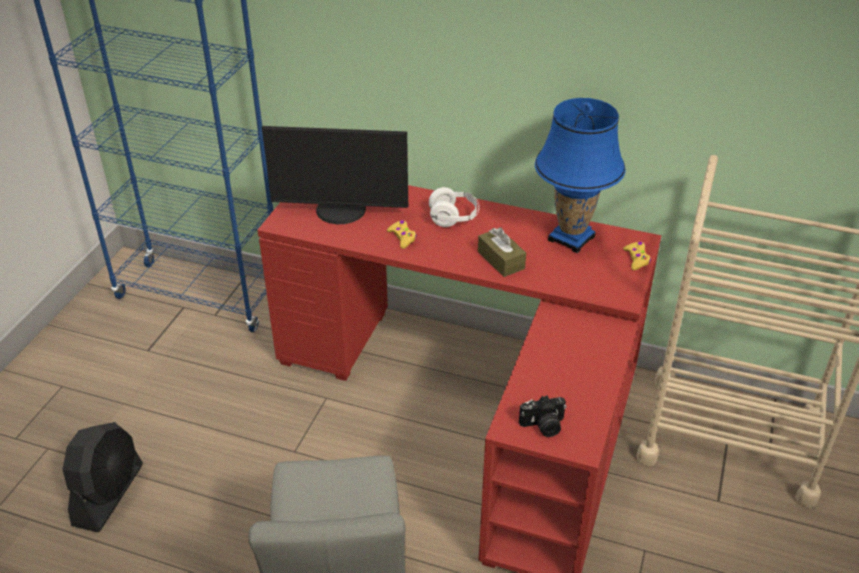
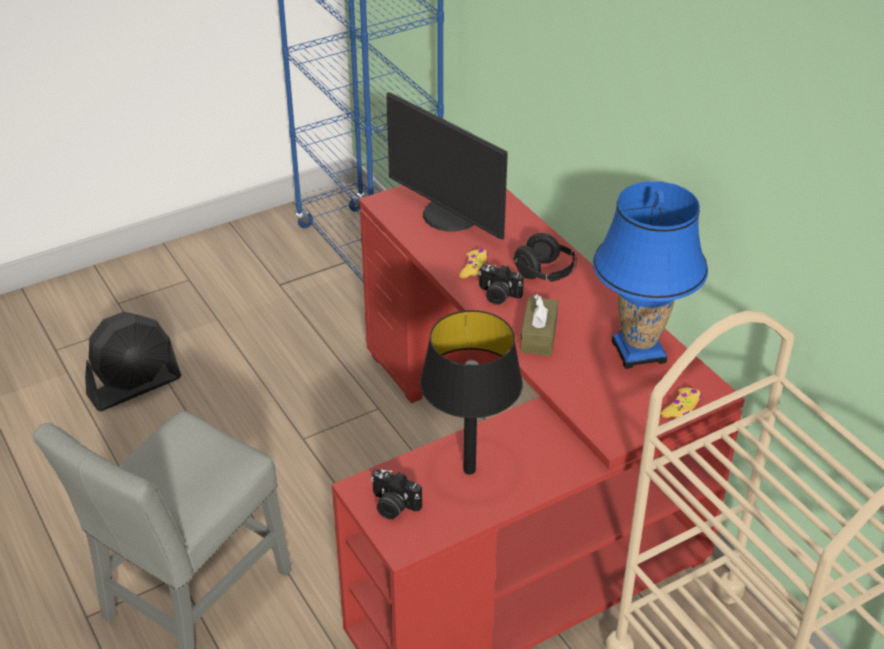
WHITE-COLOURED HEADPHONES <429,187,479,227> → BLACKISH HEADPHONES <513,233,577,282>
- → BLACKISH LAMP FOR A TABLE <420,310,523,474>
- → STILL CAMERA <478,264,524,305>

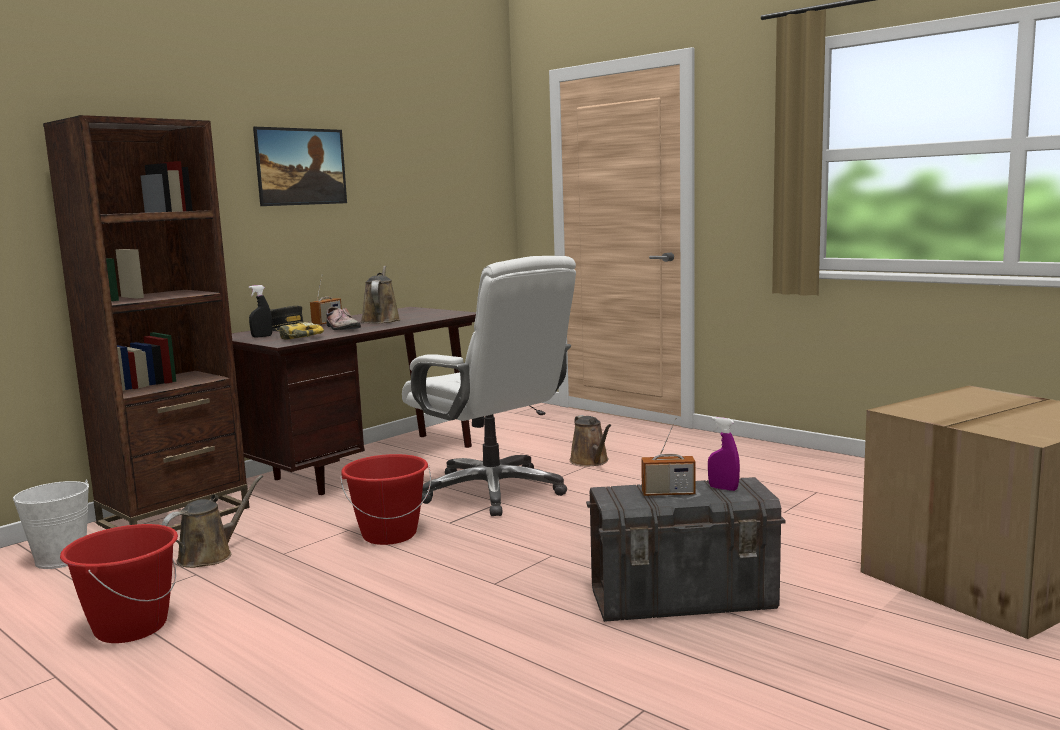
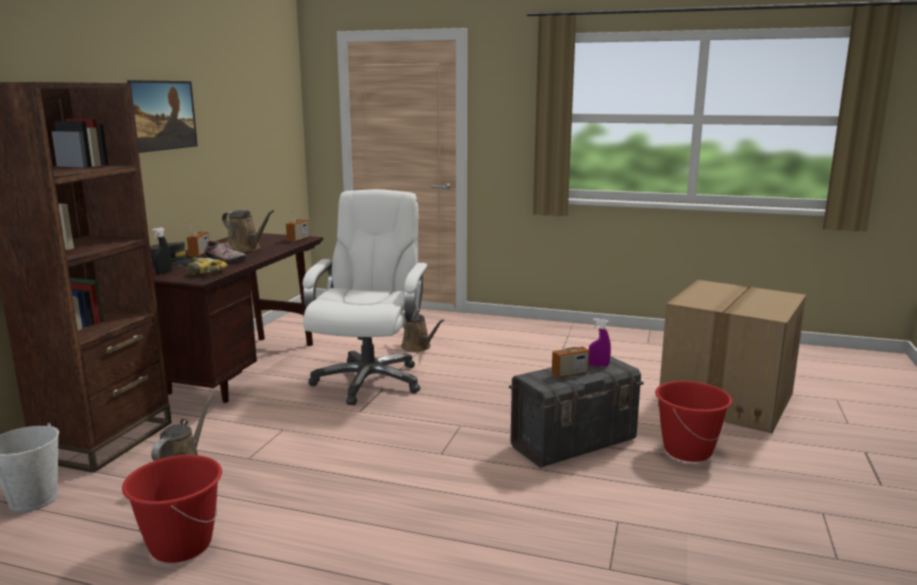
RED BUCKET <340,454,431,545> → RED BUCKET <655,381,732,462>, move
BROWNISH WATERING CAN <360,266,400,324> → BROWNISH WATERING CAN <222,210,274,252>, 150 degrees clockwise
WHITE-COLOURED OFFICE CHAIR <402,256,576,516> → WHITE-COLOURED OFFICE CHAIR <303,189,428,405>, 105 degrees counterclockwise
- → RADIO RECEIVER <286,203,309,242>

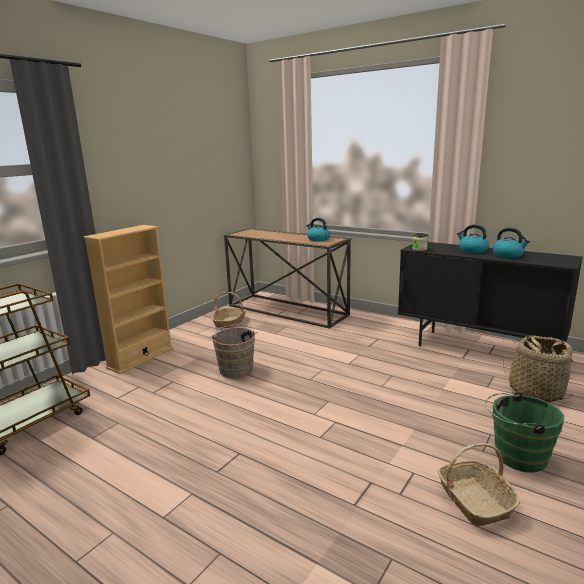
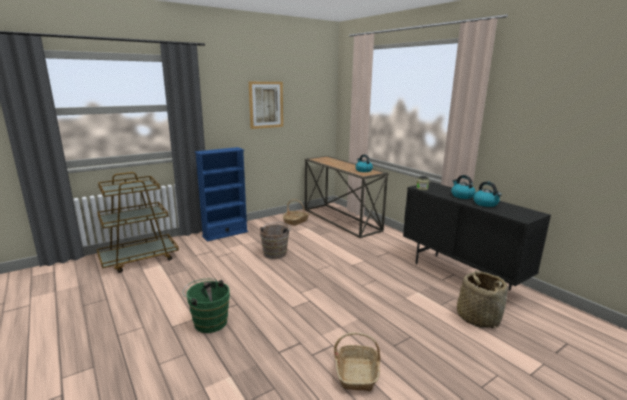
BEIGE-COLOURED BOOKSHELF <83,225,173,374> → BLUE-COLOURED BOOKSHELF <195,147,248,242>
GREENISH BUCKET <485,392,564,473> → GREENISH BUCKET <183,278,230,333>, move
- → WALL ART <249,82,283,129>

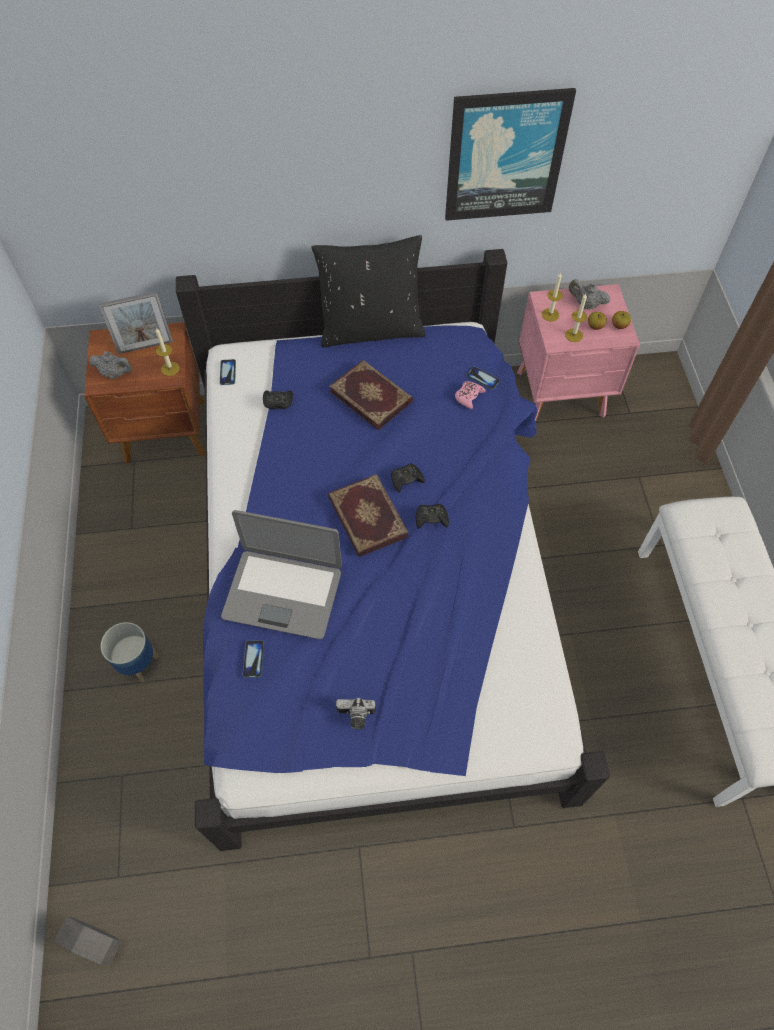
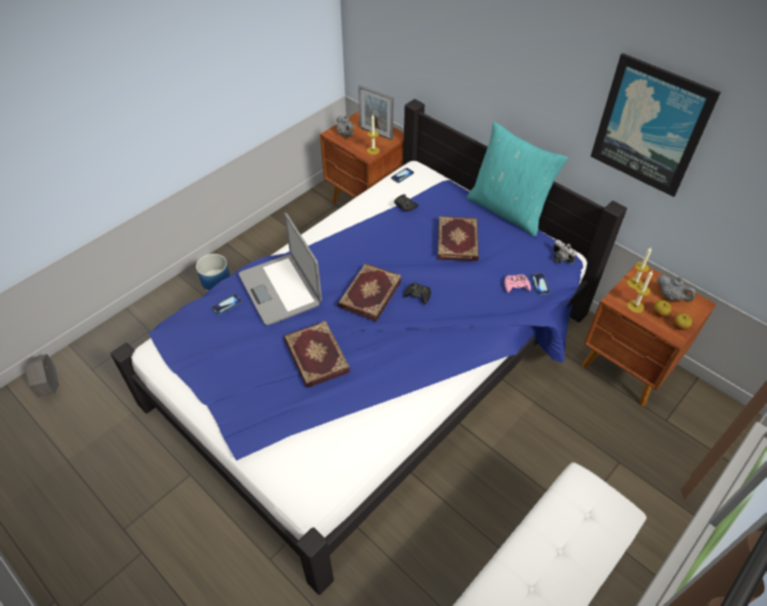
BLACKISH PILLOW <311,235,425,347> → BLUE-GREEN PILLOW <467,122,568,237>
STILL CAMERA <336,698,376,729> → STILL CAMERA <553,240,577,264>, move
BLACKISH GAMEPAD <416,504,449,529> → -
PINK BEDSIDE TABLE <517,284,640,421> → BROWNISH BEDSIDE TABLE <581,261,716,406>
GRAY POT FOR TEA <569,279,610,310> → GRAY POT FOR TEA <657,275,696,302>, 150 degrees clockwise
- → BOOK <284,321,350,388>

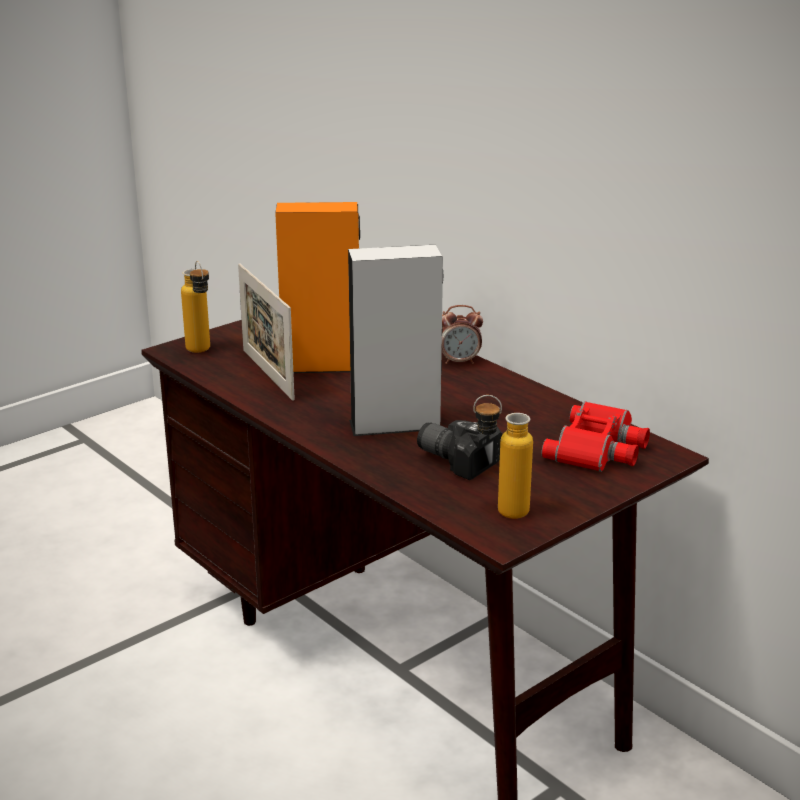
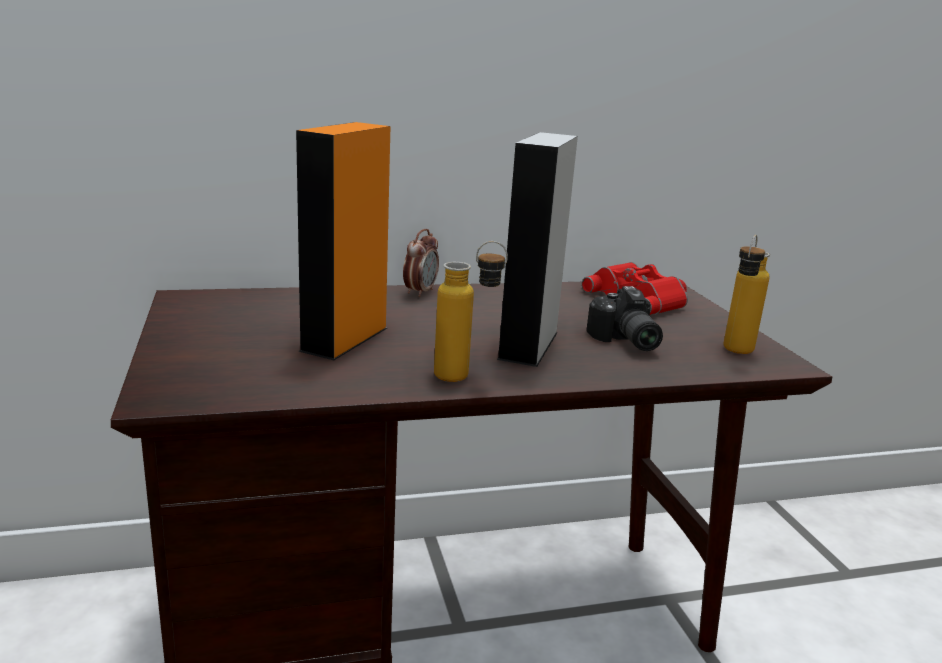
BOTTLE <181,261,210,353> → BOTTLE <434,241,508,382>, move
PHOTO FRAME <238,263,295,401> → -
STILL CAMERA <417,420,502,480> → STILL CAMERA <586,286,663,351>, 75 degrees counterclockwise

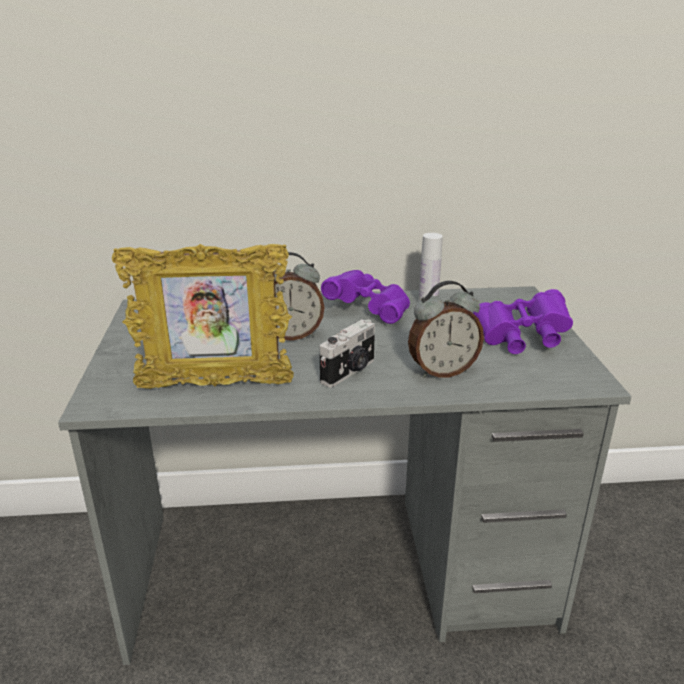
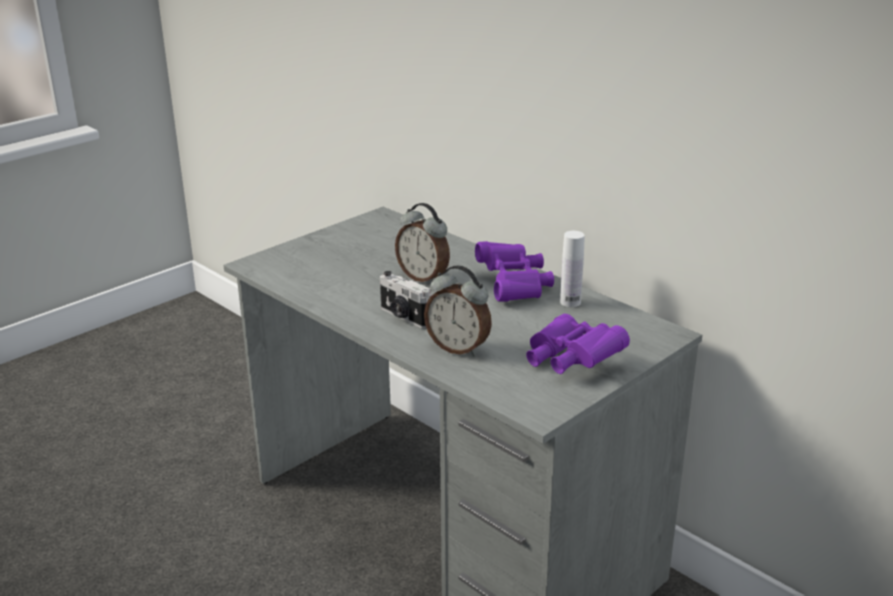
PHOTO FRAME <112,244,294,389> → -
STILL CAMERA <320,319,375,387> → STILL CAMERA <380,271,432,329>, 45 degrees clockwise

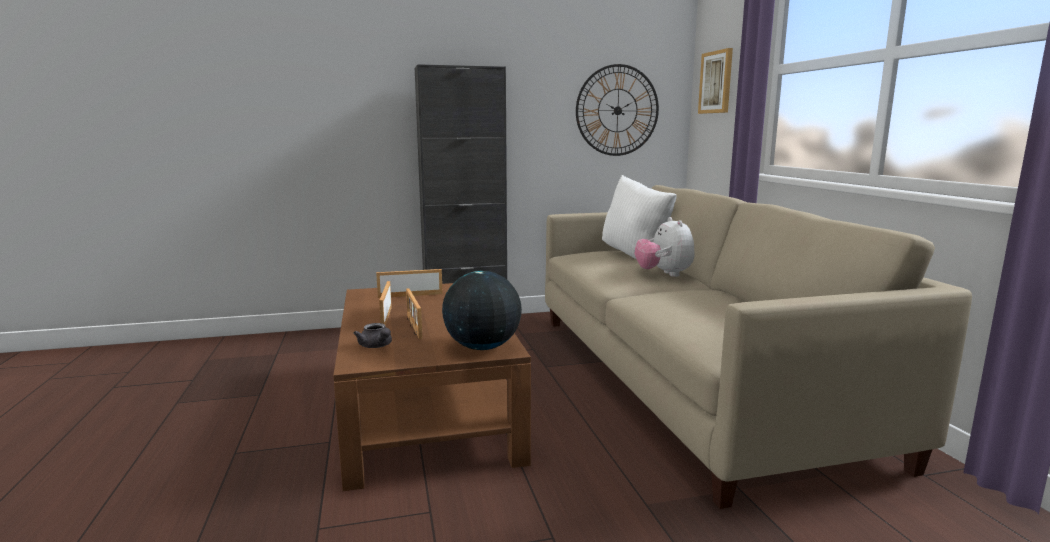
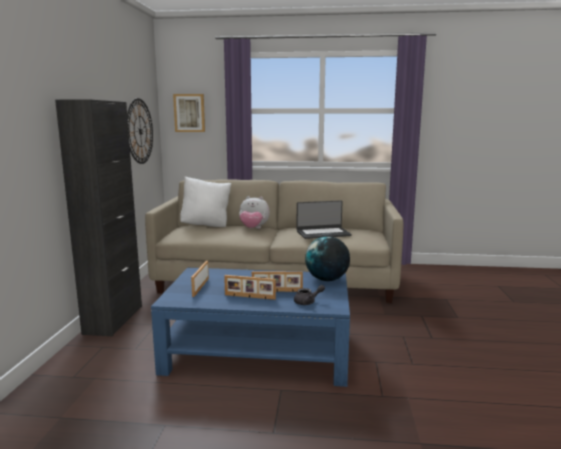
BROWNISH LOUNGE TABLE <333,283,531,491> → BLUE-COLOURED LOUNGE TABLE <151,268,350,387>
- → NOTEBOOK COMPUTER <297,200,352,239>

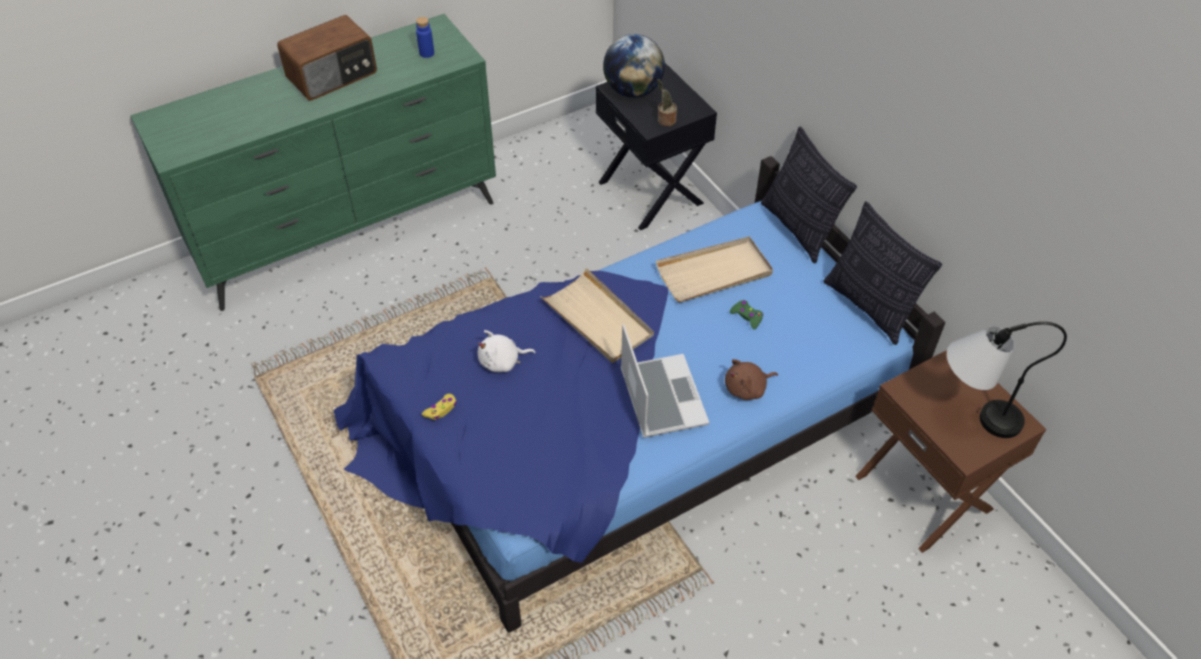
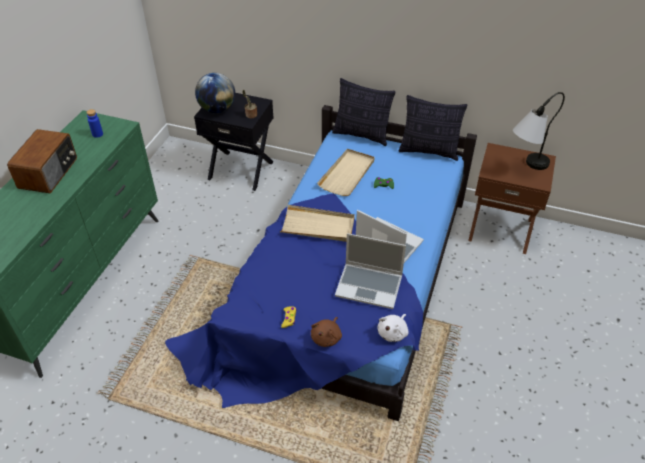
WHITE-COLOURED CUDDLY TOY <478,330,536,372> → WHITE-COLOURED CUDDLY TOY <377,314,409,342>, move
BROWNISH CUDDLY TOY <725,359,778,400> → BROWNISH CUDDLY TOY <311,317,342,347>, move
- → NOTEBOOK COMPUTER <335,233,406,309>

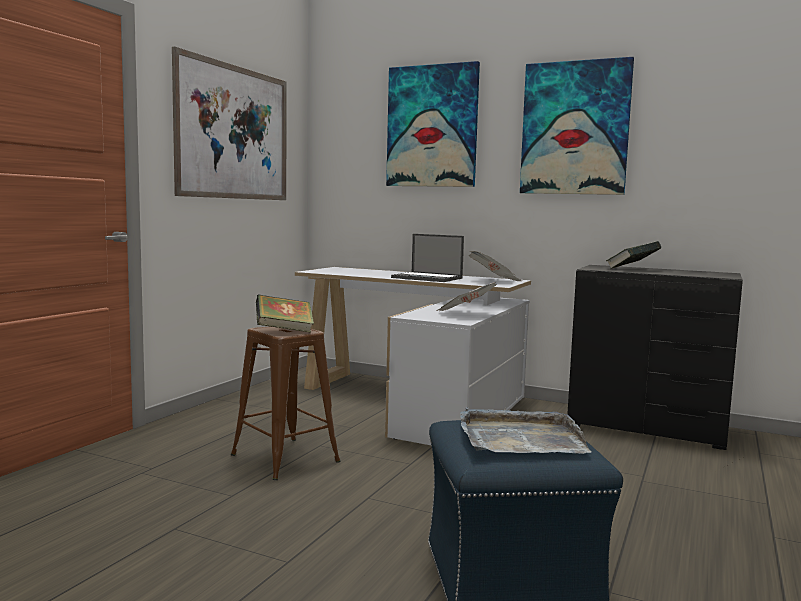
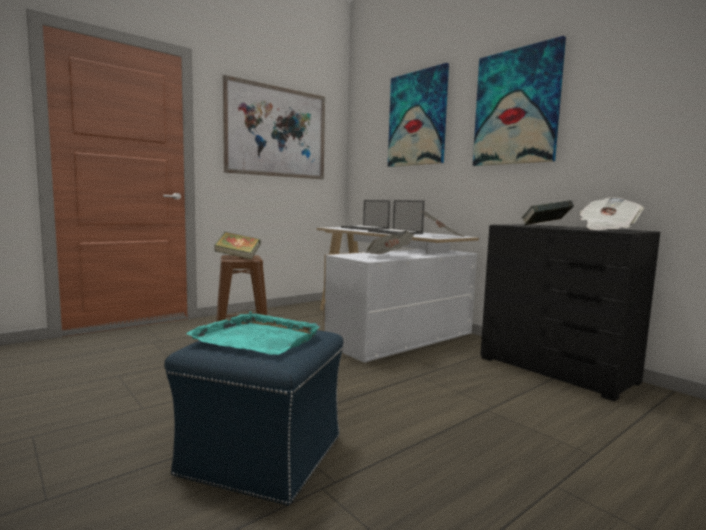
GRAY SERVING TRAY <460,407,591,454> → BLUE-GREEN SERVING TRAY <186,311,321,355>
- → NOTEBOOK COMPUTER <341,200,390,230>
- → NEWSPAPER <580,197,644,230>

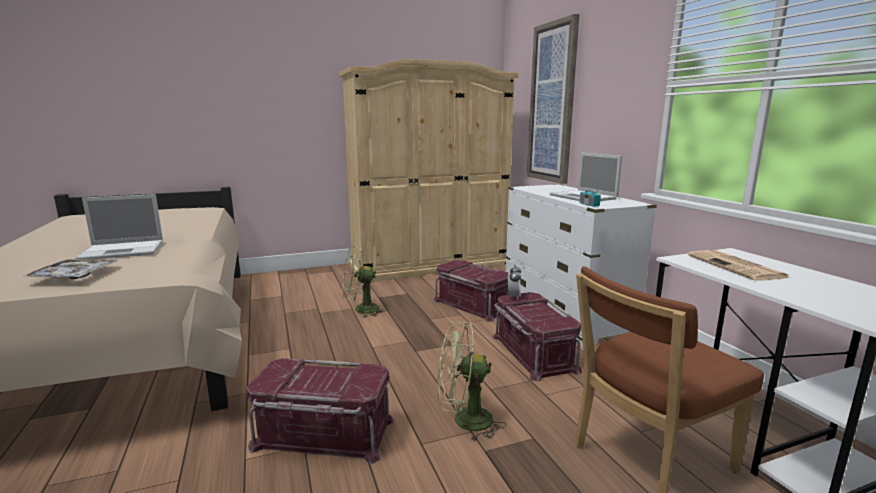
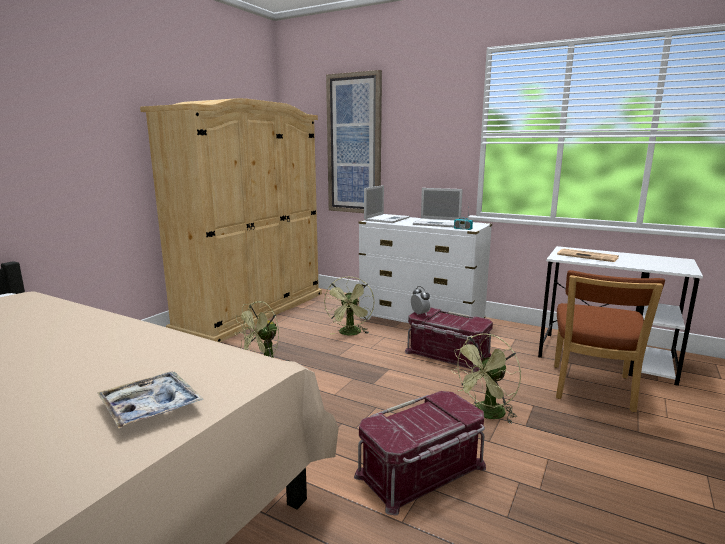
NOTEBOOK COMPUTER <75,194,163,259> → NOTEBOOK COMPUTER <364,185,410,223>, move
RED STORAGE CONTAINER <433,260,509,322> → GREENISH COOLING FAN <324,276,374,336>

